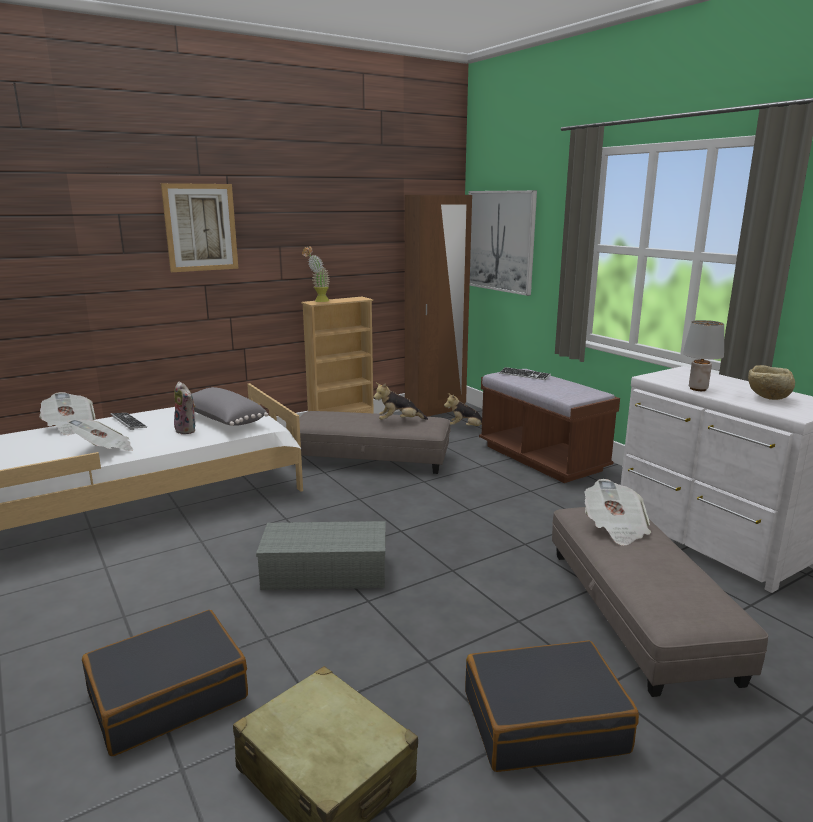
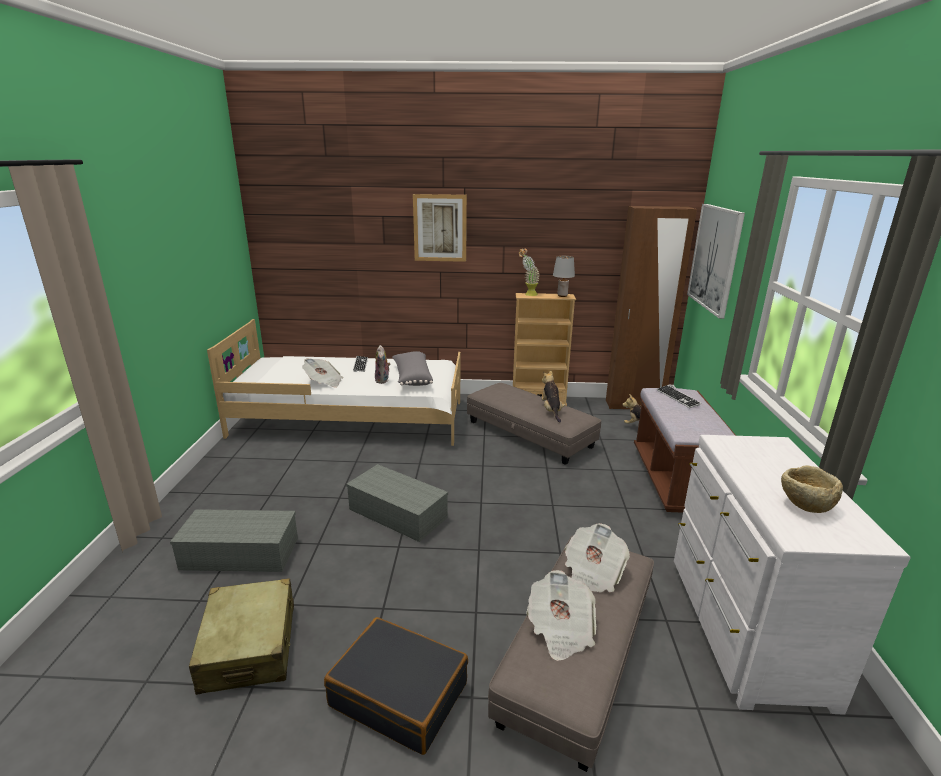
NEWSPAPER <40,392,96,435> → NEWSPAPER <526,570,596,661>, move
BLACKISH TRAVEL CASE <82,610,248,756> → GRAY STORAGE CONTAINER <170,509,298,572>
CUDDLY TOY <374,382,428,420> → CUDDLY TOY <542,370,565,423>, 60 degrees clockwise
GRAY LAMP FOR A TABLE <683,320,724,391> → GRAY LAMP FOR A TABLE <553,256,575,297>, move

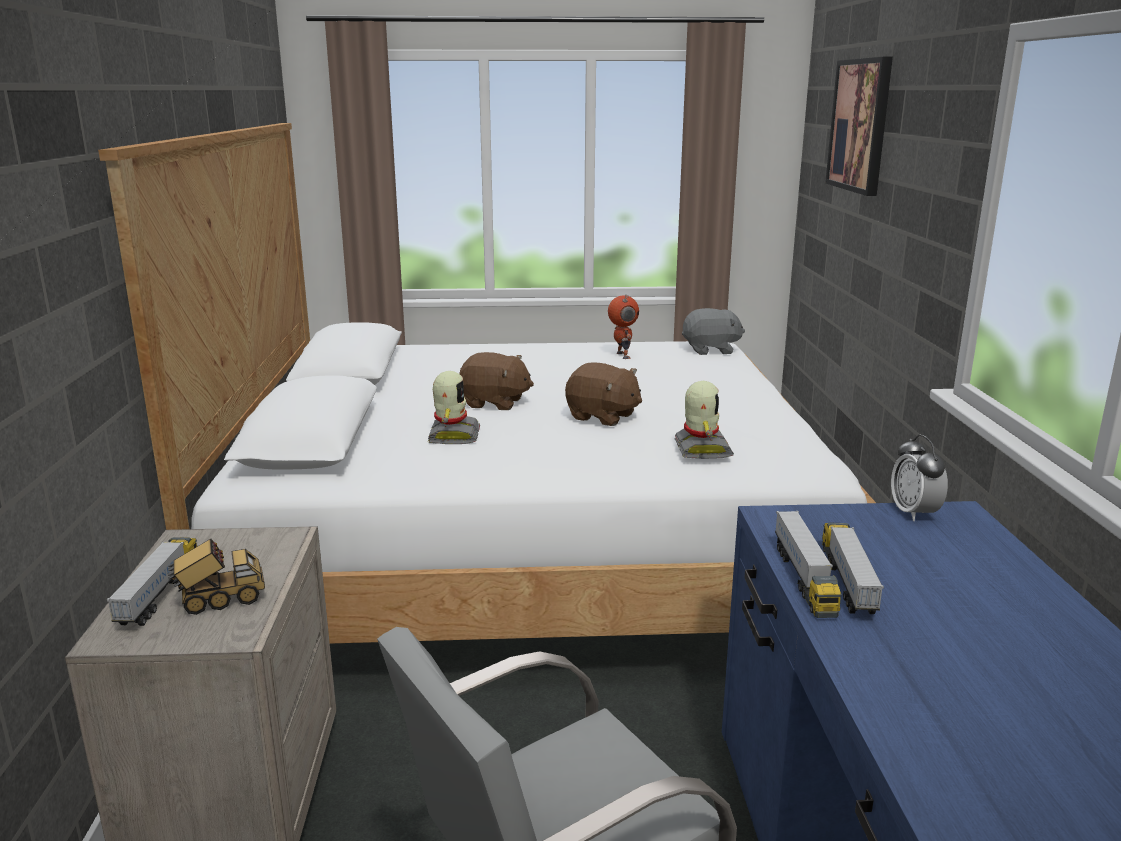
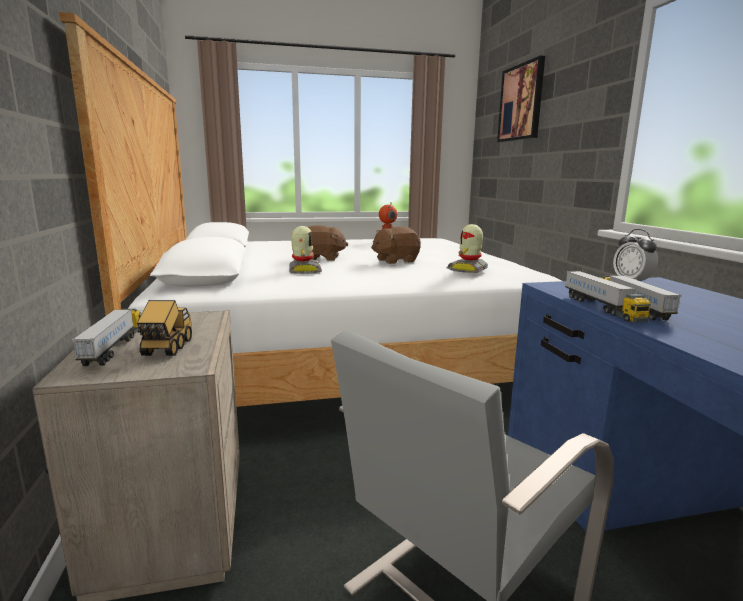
TOY LORRY <168,539,265,615> → TOY LORRY <137,300,192,356>, 60 degrees counterclockwise
BROWNISH CUDDLY TOY <565,363,642,426> → BROWNISH CUDDLY TOY <371,227,421,264>, 135 degrees clockwise
ROBOT FIGURE <675,381,734,459> → ROBOT FIGURE <447,224,488,273>, 135 degrees counterclockwise
GRAY CUDDLY TOY <682,308,745,355> → -

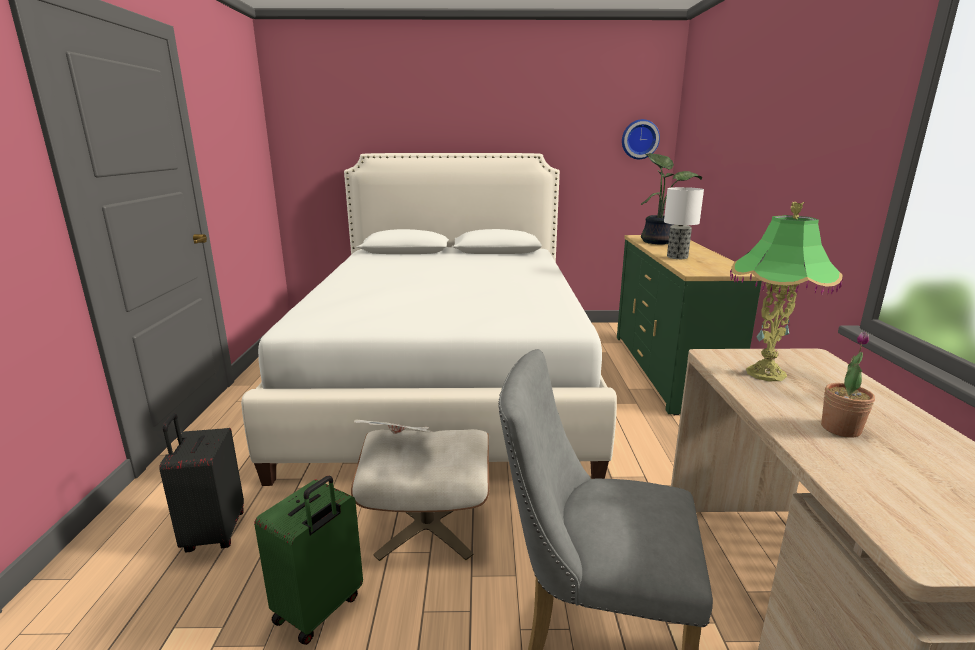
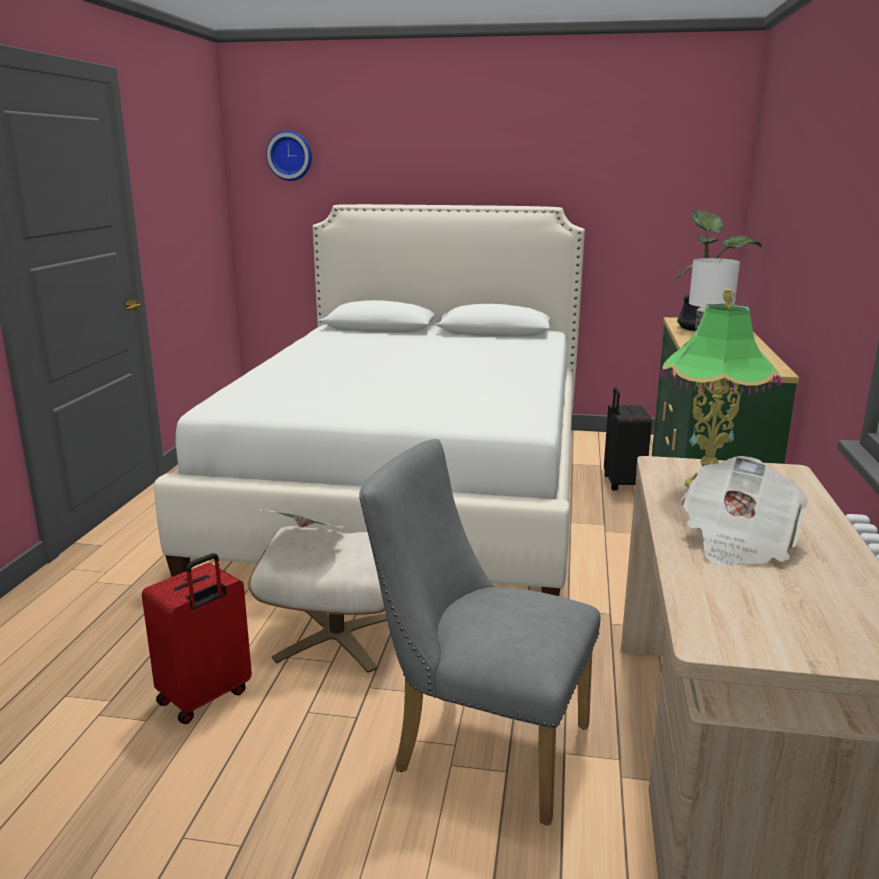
BLACKISH TRAVEL CASE <159,413,244,552> → BLACKISH TRAVEL CASE <604,387,652,491>, move
GREENISH TRAVEL CASE <254,476,363,645> → RED TRAVEL CASE <142,553,252,724>
WALL CLOCK <622,119,660,159> → WALL CLOCK <266,130,312,181>, move
HOUSEPLANT <821,331,875,438> → NEWSPAPER <682,456,808,566>

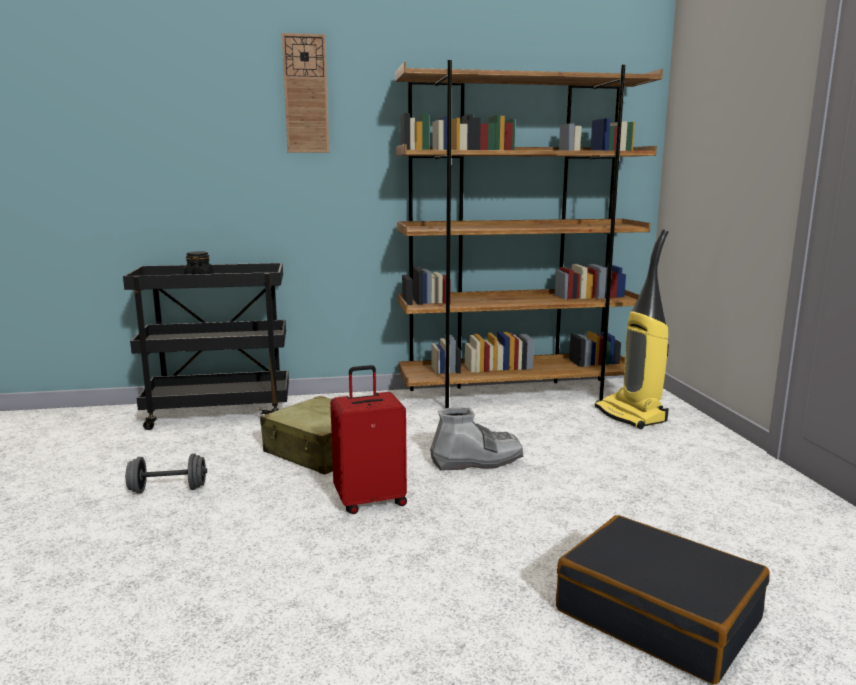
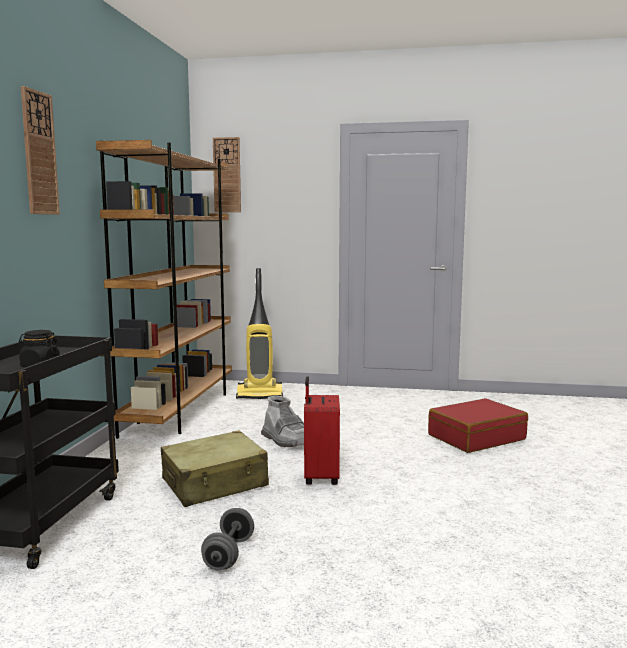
GRAY TALL BOOT <430,407,524,471> → GRAY TALL BOOT <261,395,304,447>, 135 degrees clockwise
BLACKISH TRAVEL CASE <556,515,770,684> → RED TRAVEL CASE <428,398,528,453>
- → WALL CLOCK <213,137,241,212>

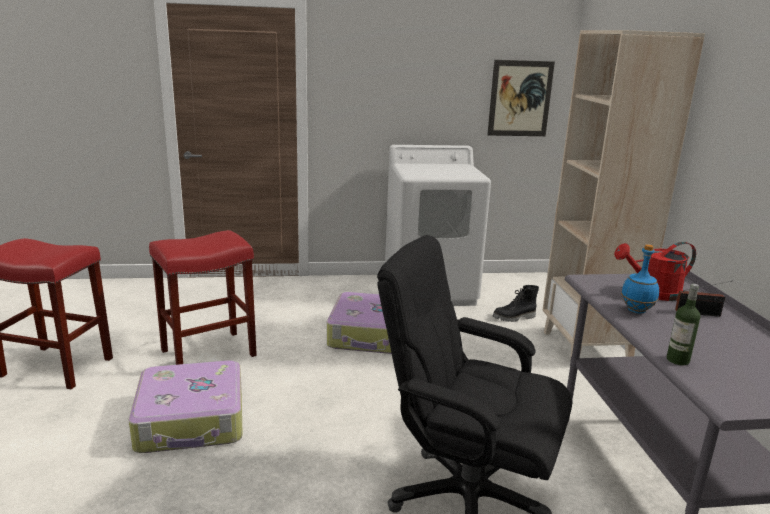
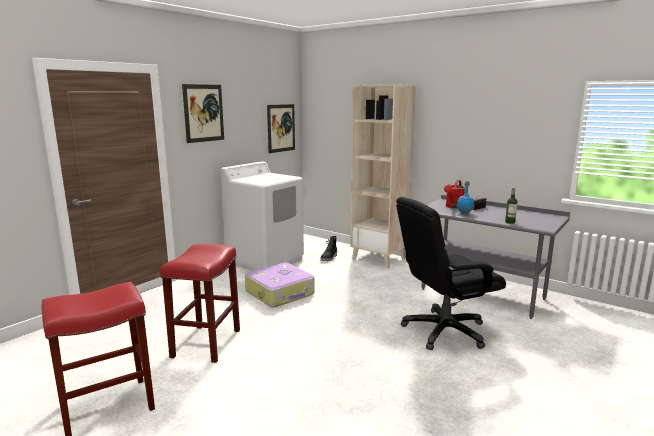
TRAVEL CASE <129,360,243,453> → -
- → WALL ART <182,84,224,143>

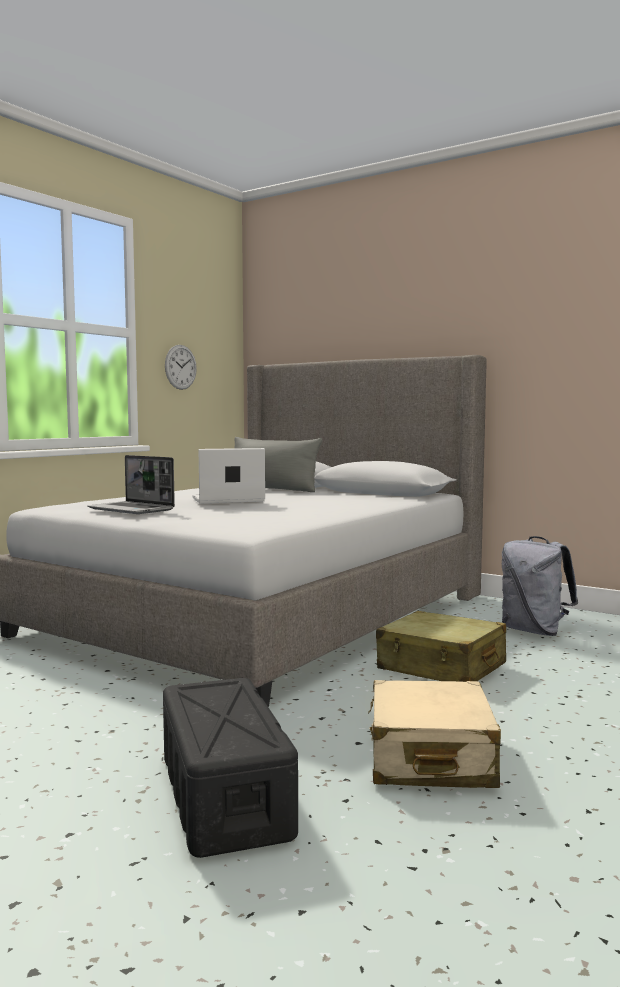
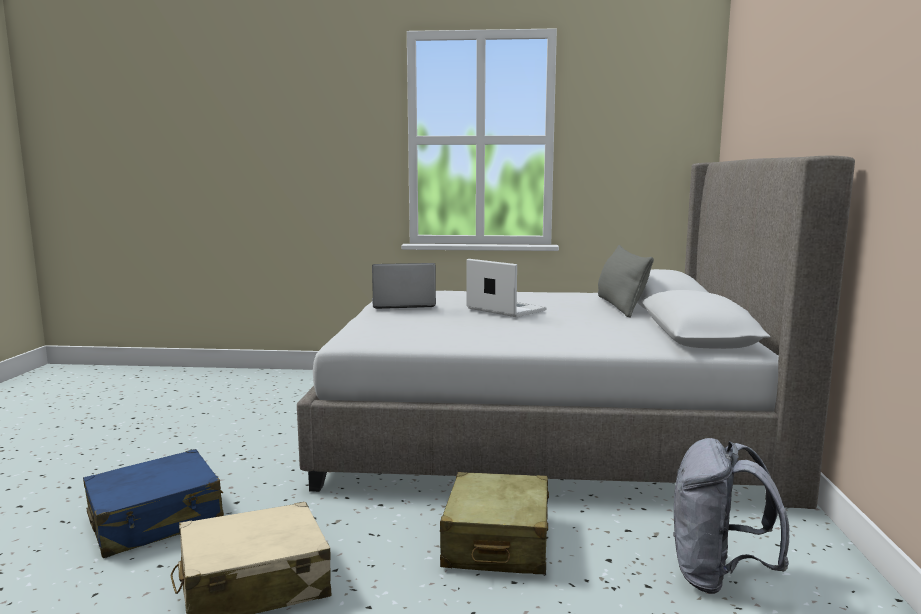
NOTEBOOK COMPUTER <87,455,175,514> → NOTEBOOK COMPUTER <372,263,436,309>, 75 degrees clockwise
BLACKISH STORAGE CONTAINER <163,678,298,858> → BLUE-COLOURED TRAVEL CASE <83,449,224,558>
WALL CLOCK <165,345,197,390> → -

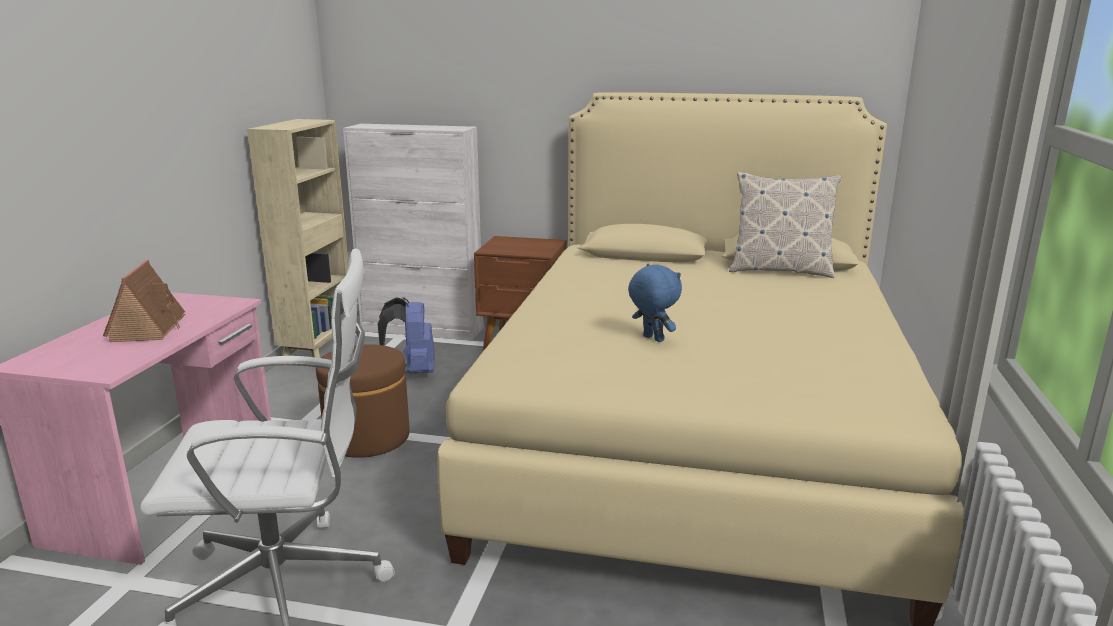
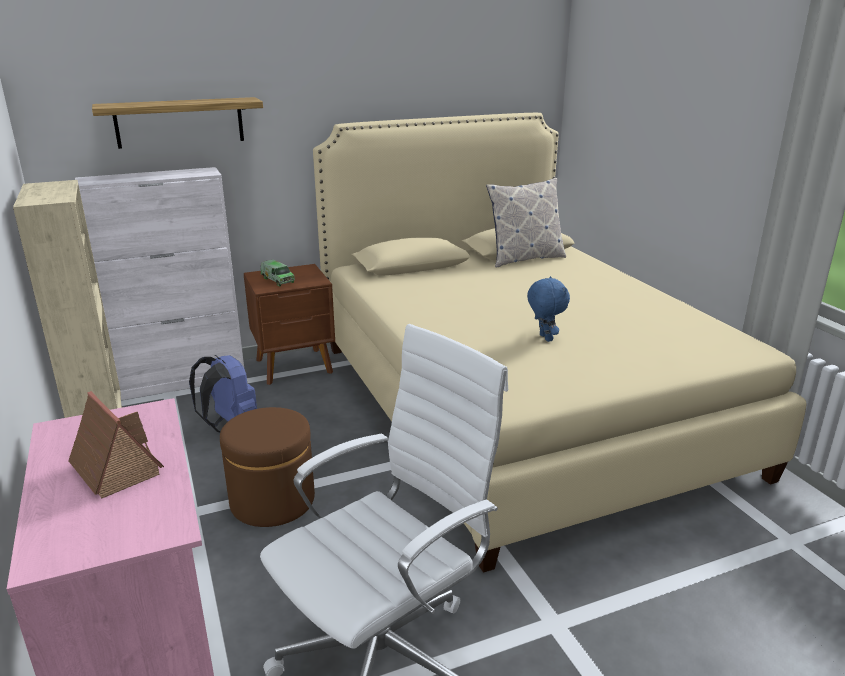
BLUE-COLOURED CUDDLY TOY <628,264,682,342> → BLUE-COLOURED CUDDLY TOY <527,276,570,342>, 60 degrees clockwise
- → WALL SHELF <92,97,263,149>
- → TOY LORRY <260,260,295,286>

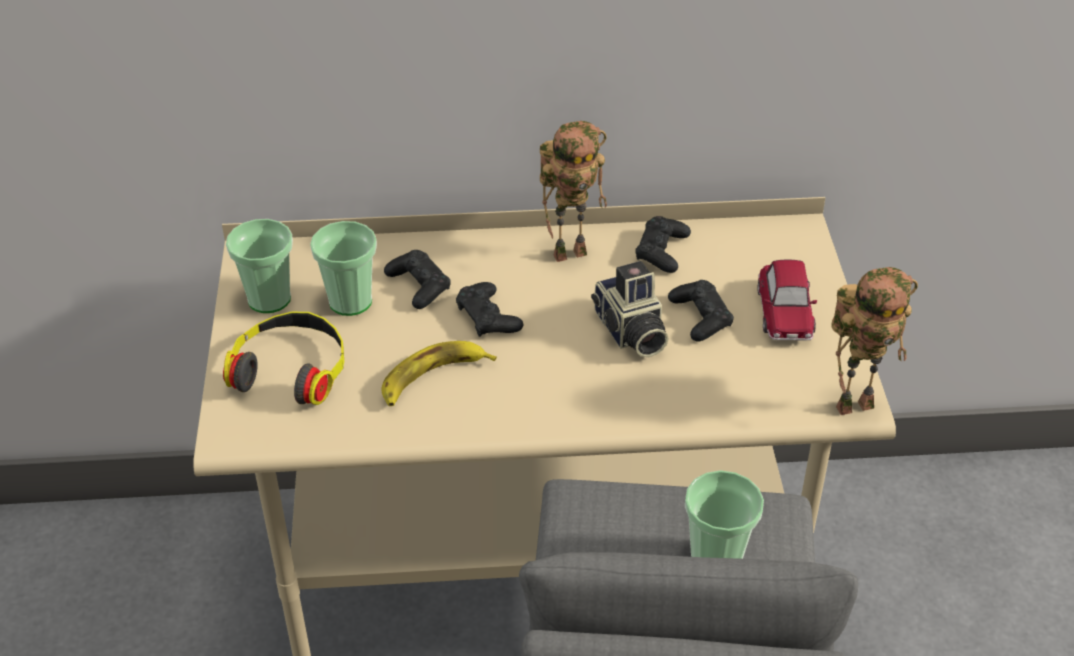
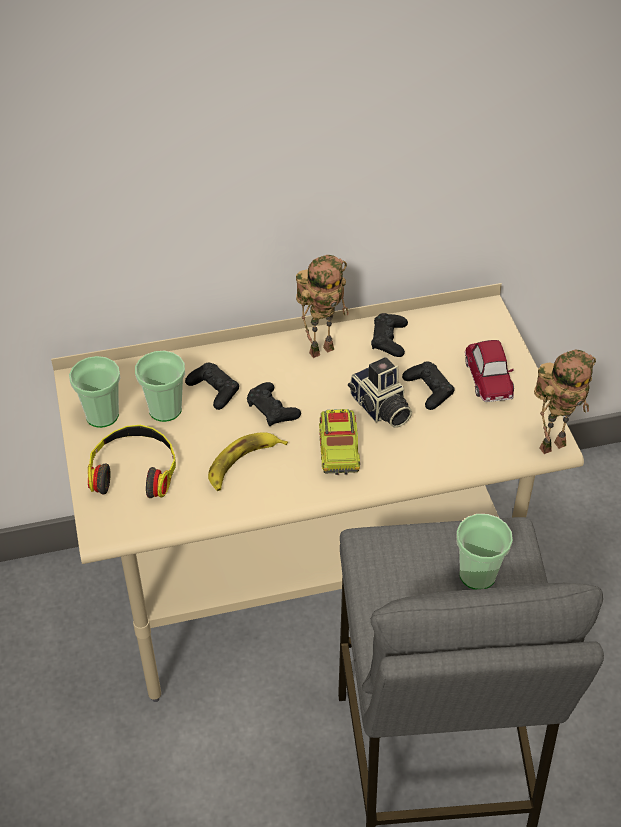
- → TOY LORRY <319,409,360,475>

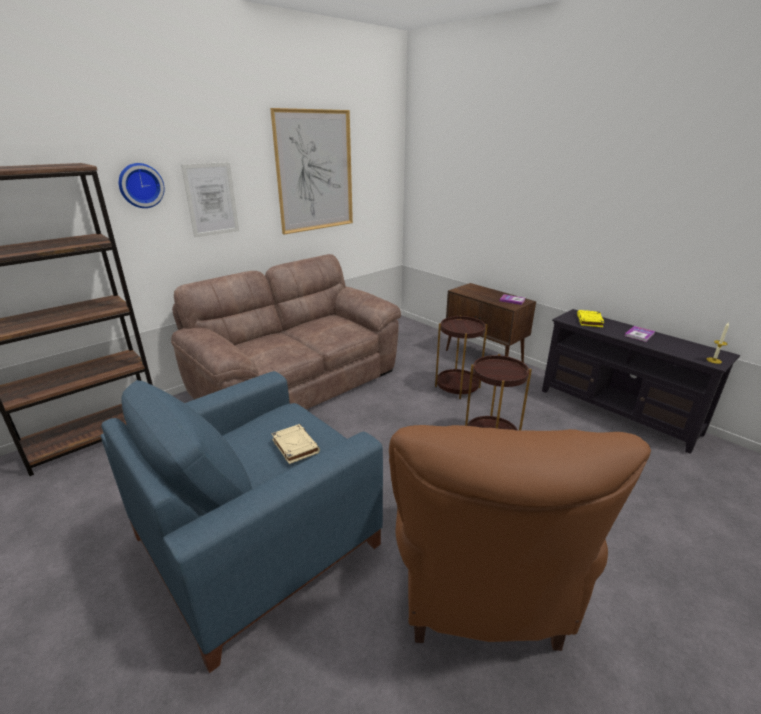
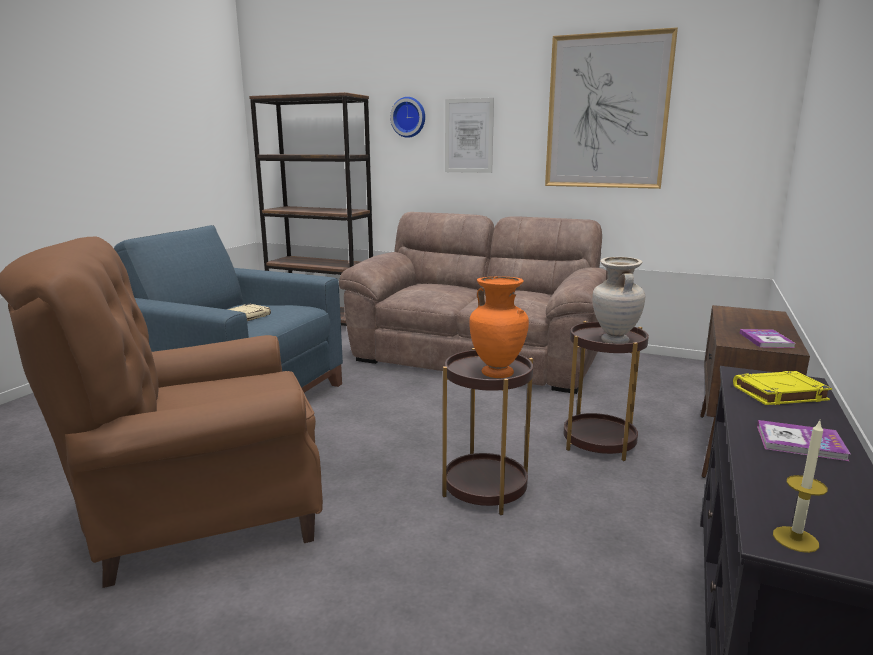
- → ORANGE-COLOURED DECORATIVE VASE <469,277,529,378>
- → BEIGE-COLOURED DECORATIVE VASE <592,257,645,344>

